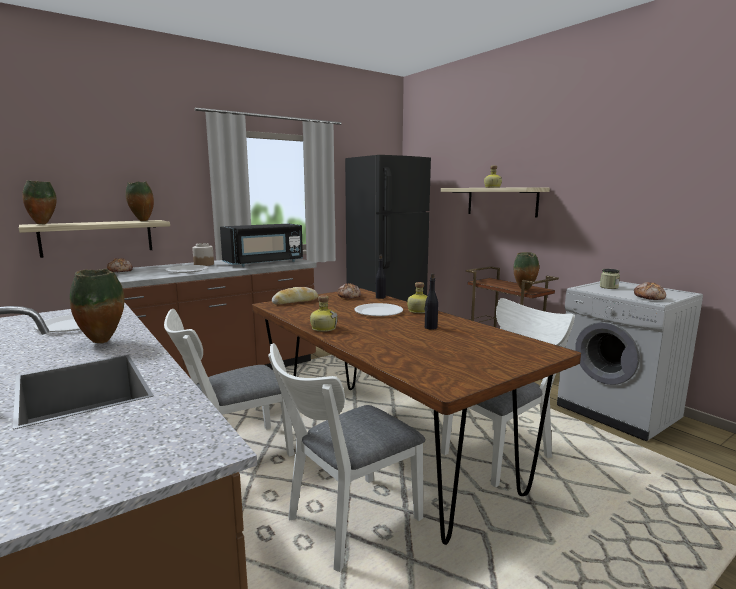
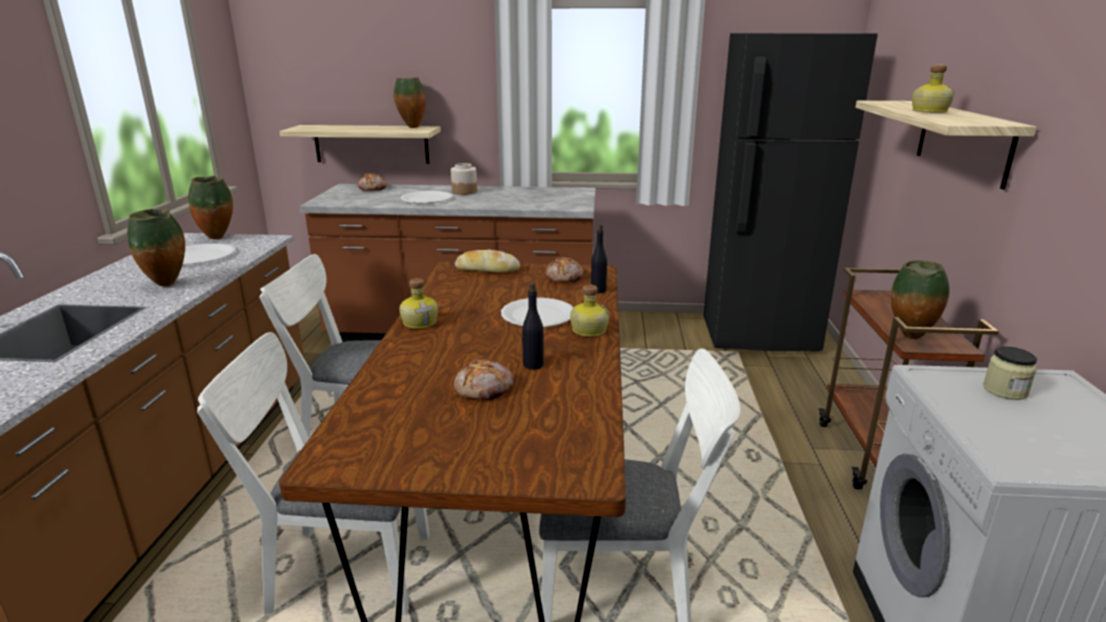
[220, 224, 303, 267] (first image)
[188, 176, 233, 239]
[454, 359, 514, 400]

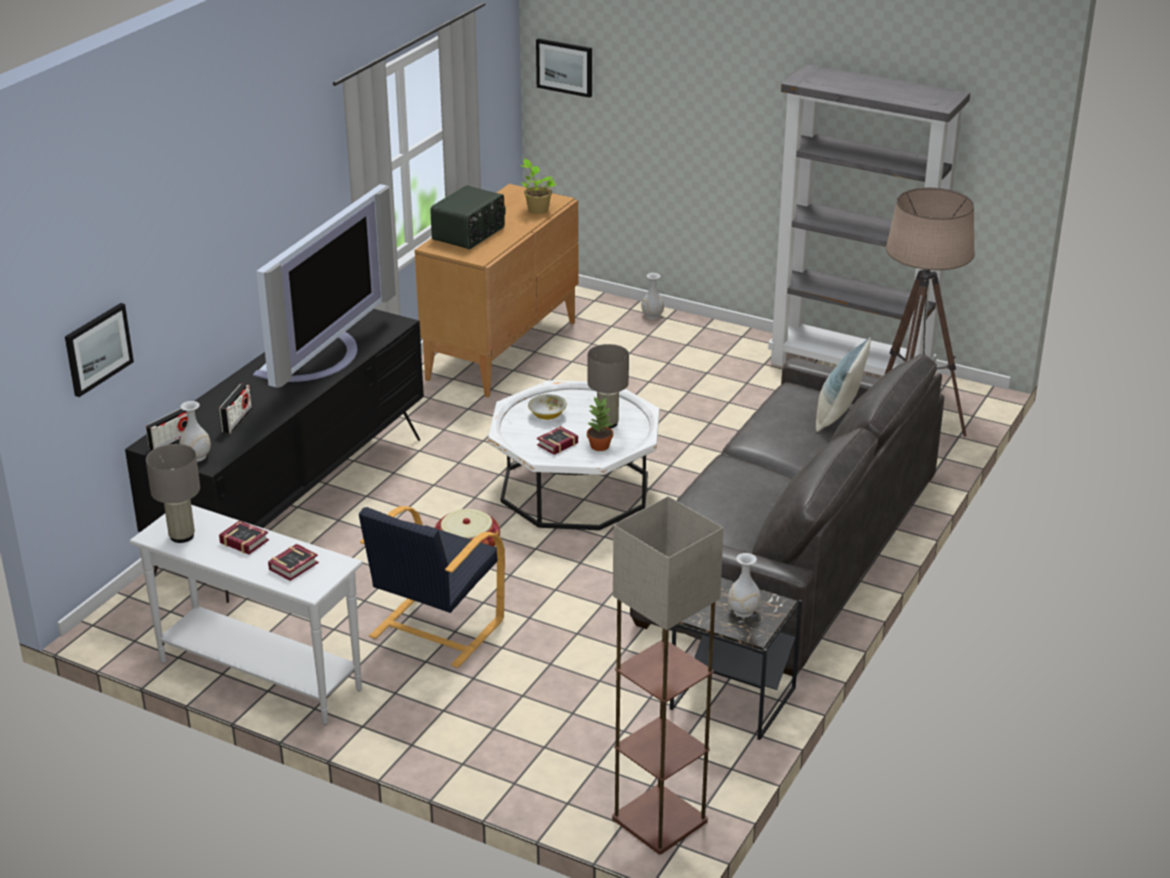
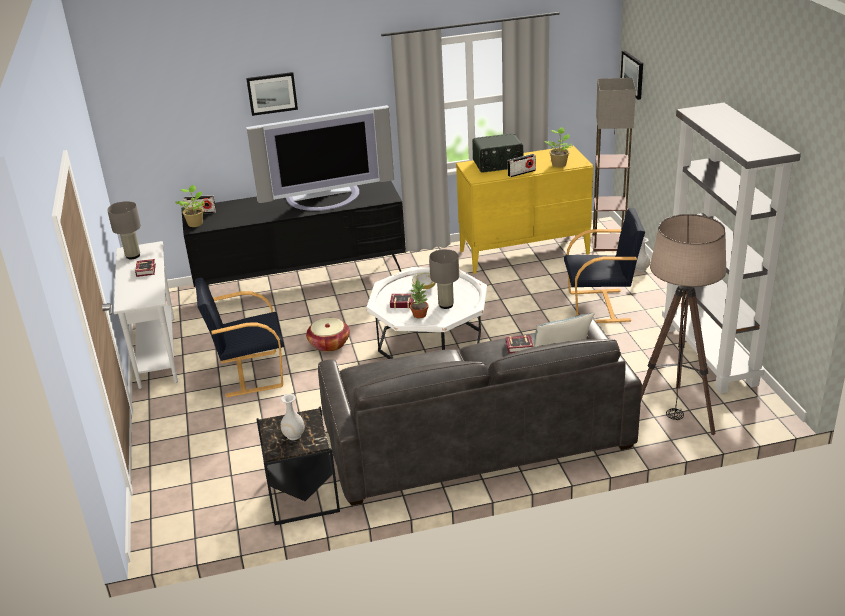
[564, 208, 645, 323]
[246, 72, 298, 116]
[508, 154, 536, 177]
[506, 335, 534, 354]
[592, 78, 636, 251]
[175, 185, 205, 227]
[456, 146, 593, 274]

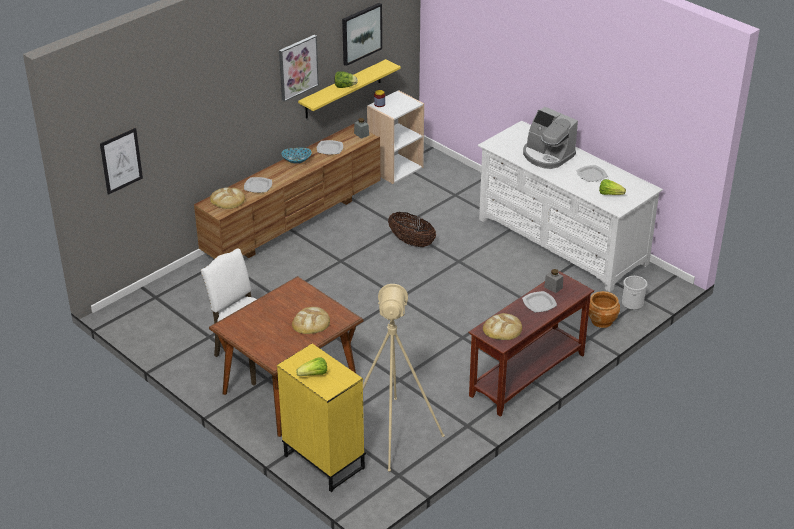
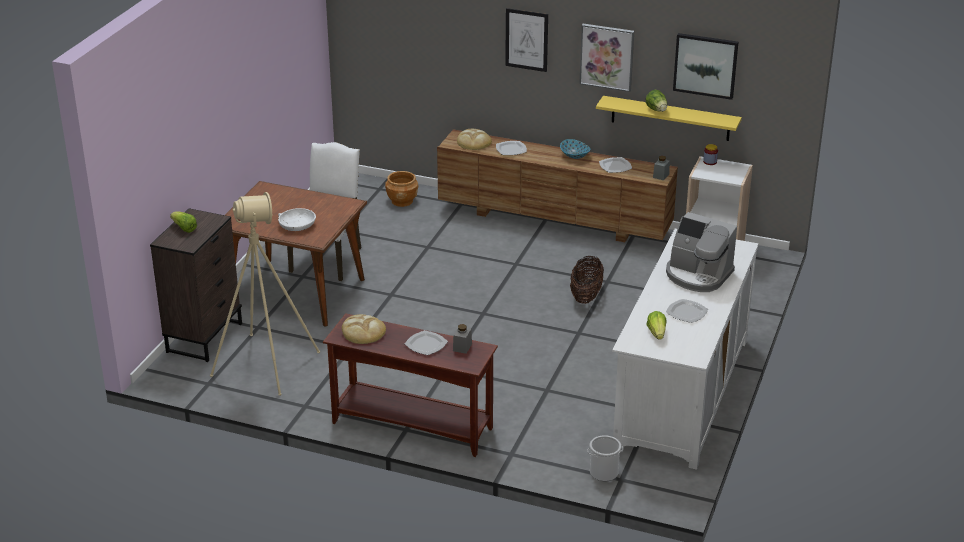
[505, 8, 548, 72]
[385, 171, 418, 207]
[278, 208, 316, 231]
[150, 209, 242, 362]
[666, 212, 737, 292]

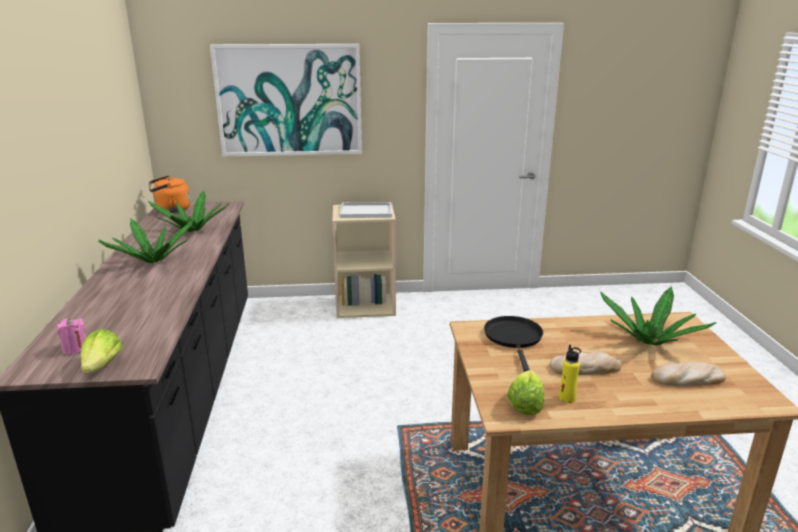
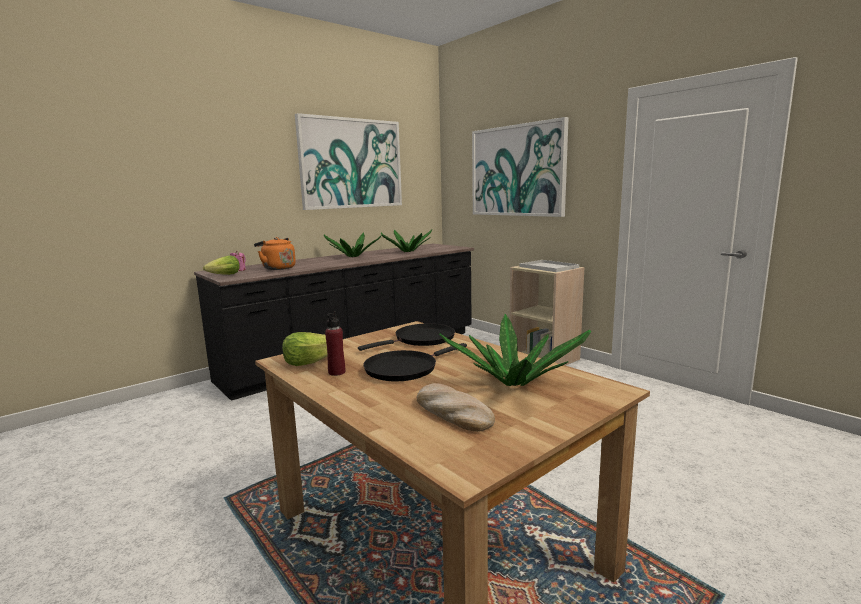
[295, 113, 402, 210]
[254, 237, 296, 270]
[363, 343, 467, 381]
[325, 311, 345, 376]

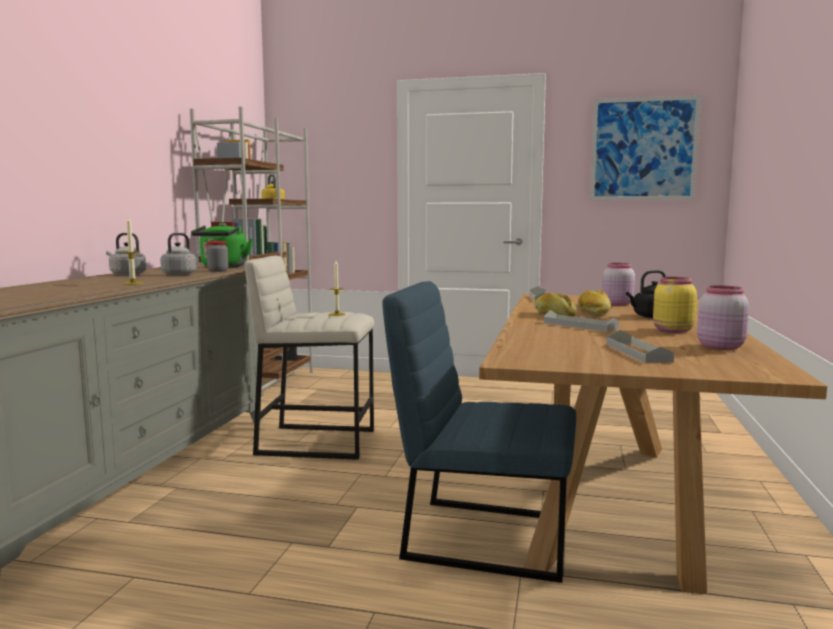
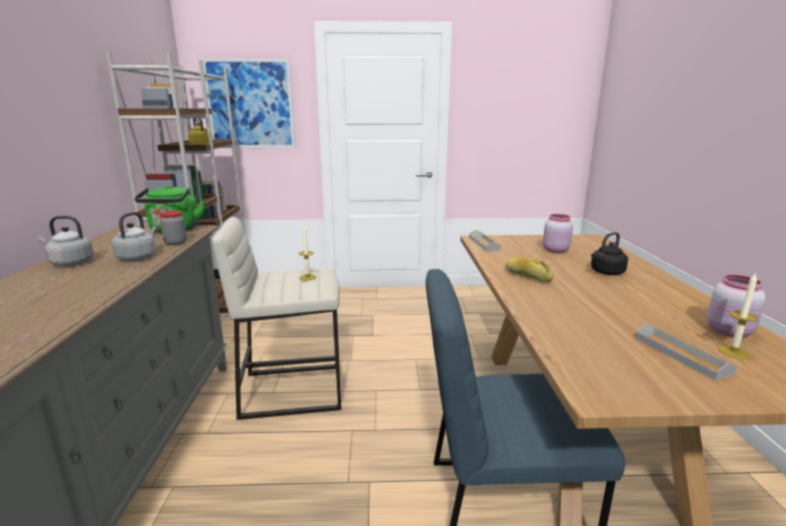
[544, 310, 619, 332] (first image)
[578, 290, 611, 315] (first image)
[653, 277, 697, 333] (first image)
[718, 272, 758, 359]
[201, 58, 296, 148]

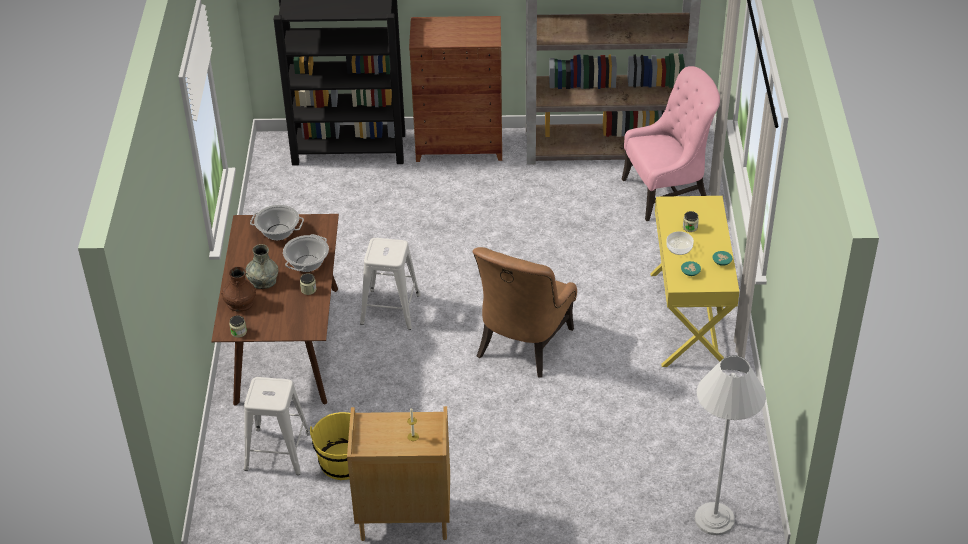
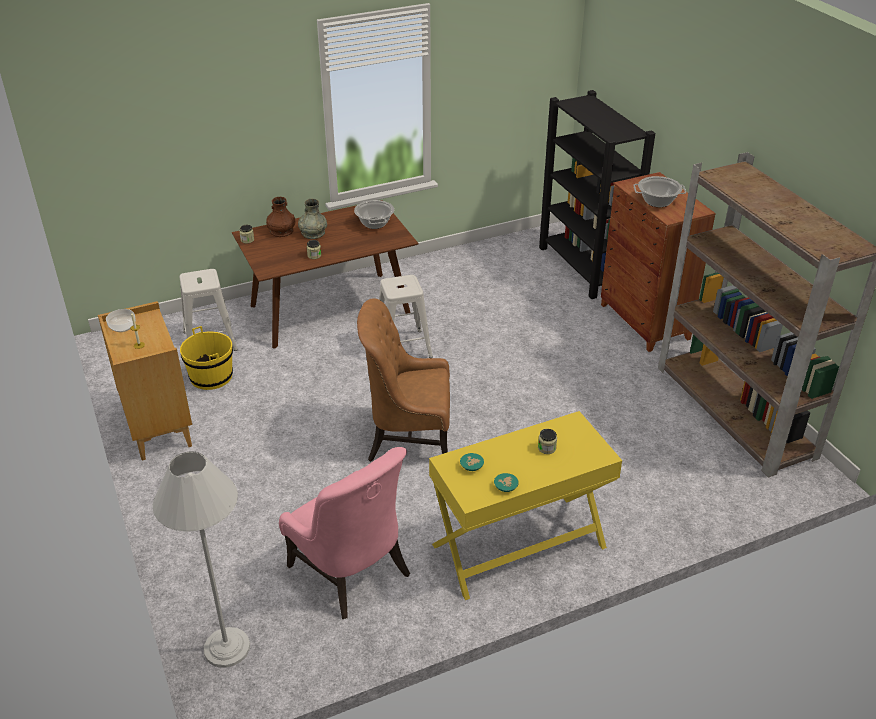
[634, 176, 686, 207]
[279, 447, 410, 619]
[106, 309, 136, 332]

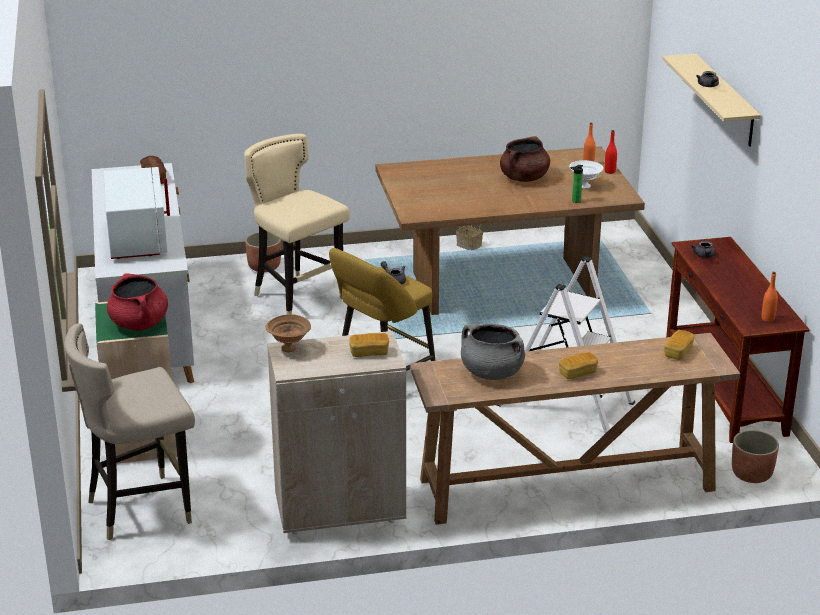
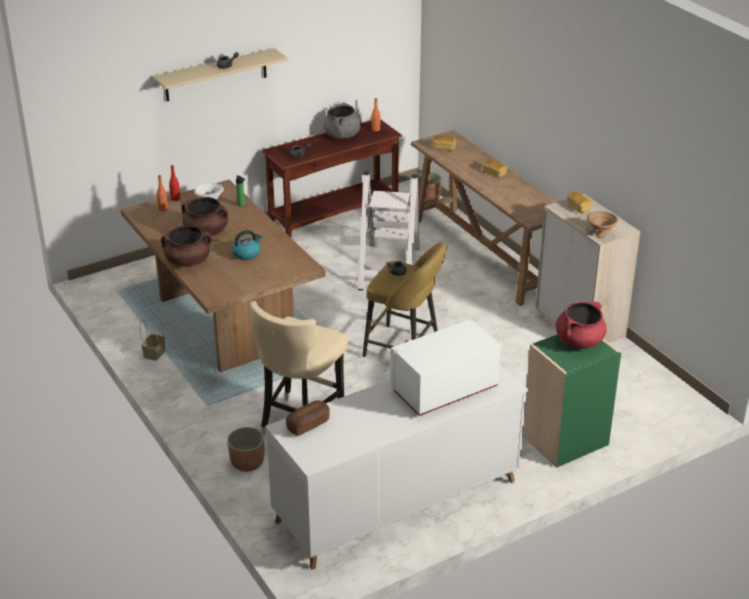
[64, 323, 195, 540] (first image)
[161, 225, 212, 267]
[232, 230, 262, 260]
[323, 102, 361, 139]

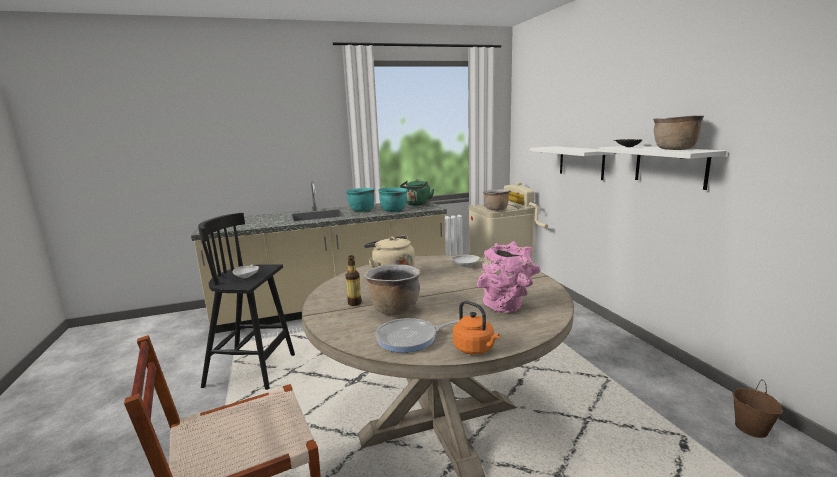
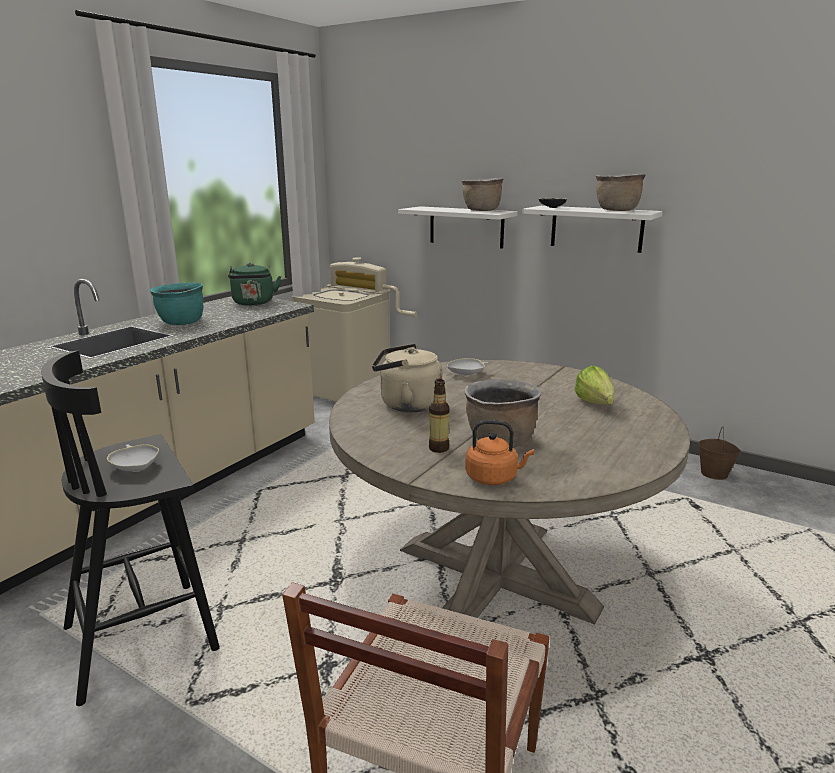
[375, 318, 460, 353] (first image)
[378, 187, 408, 212] (first image)
[465, 420, 534, 485]
[461, 178, 503, 211]
[574, 365, 614, 405]

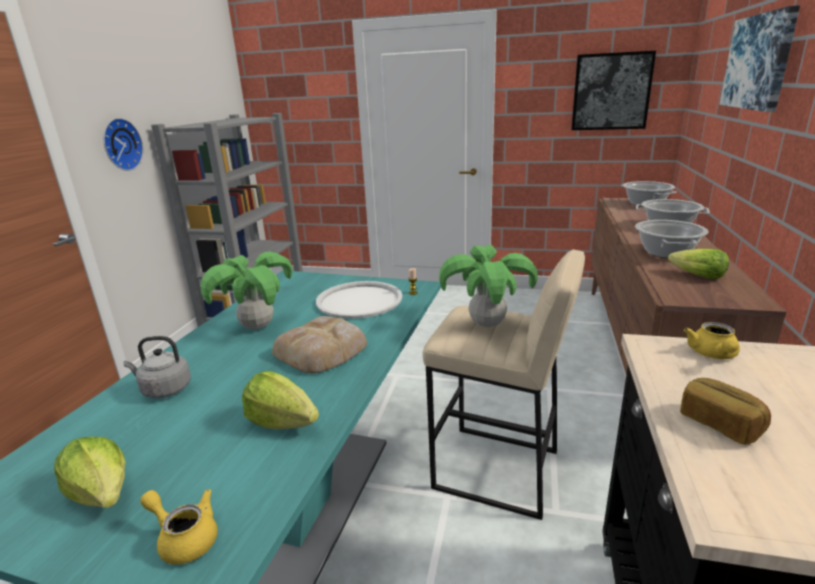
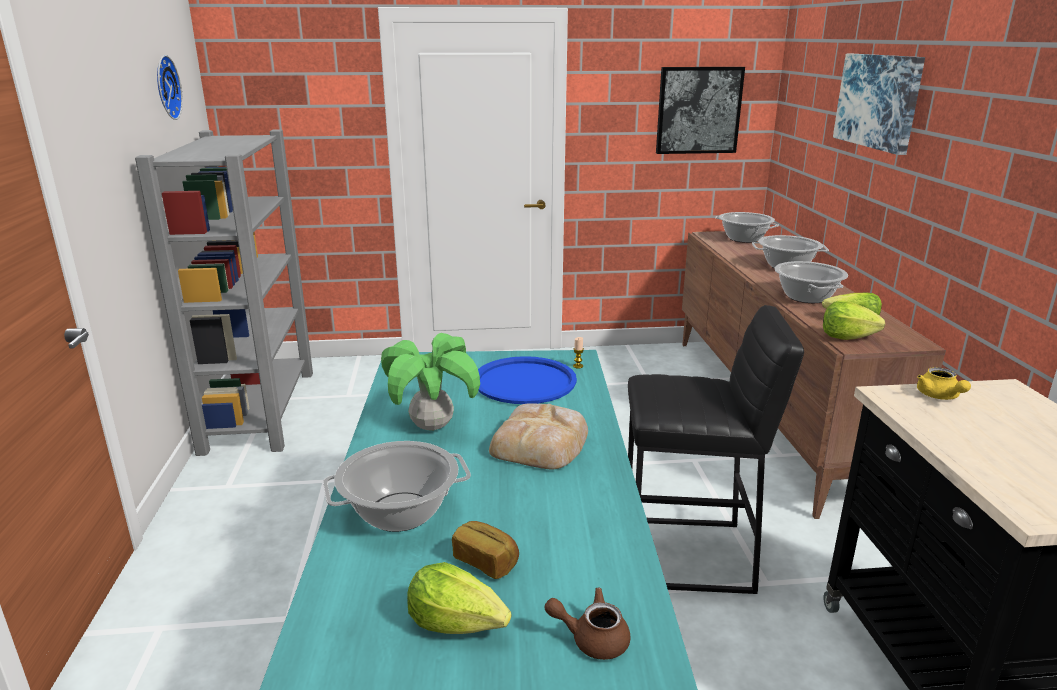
[439, 245, 538, 327] (first image)
[157, 55, 183, 120]
[823, 301, 885, 340]
[452, 521, 519, 579]
[323, 441, 471, 532]
[545, 588, 630, 660]
[478, 356, 577, 404]
[628, 305, 804, 594]

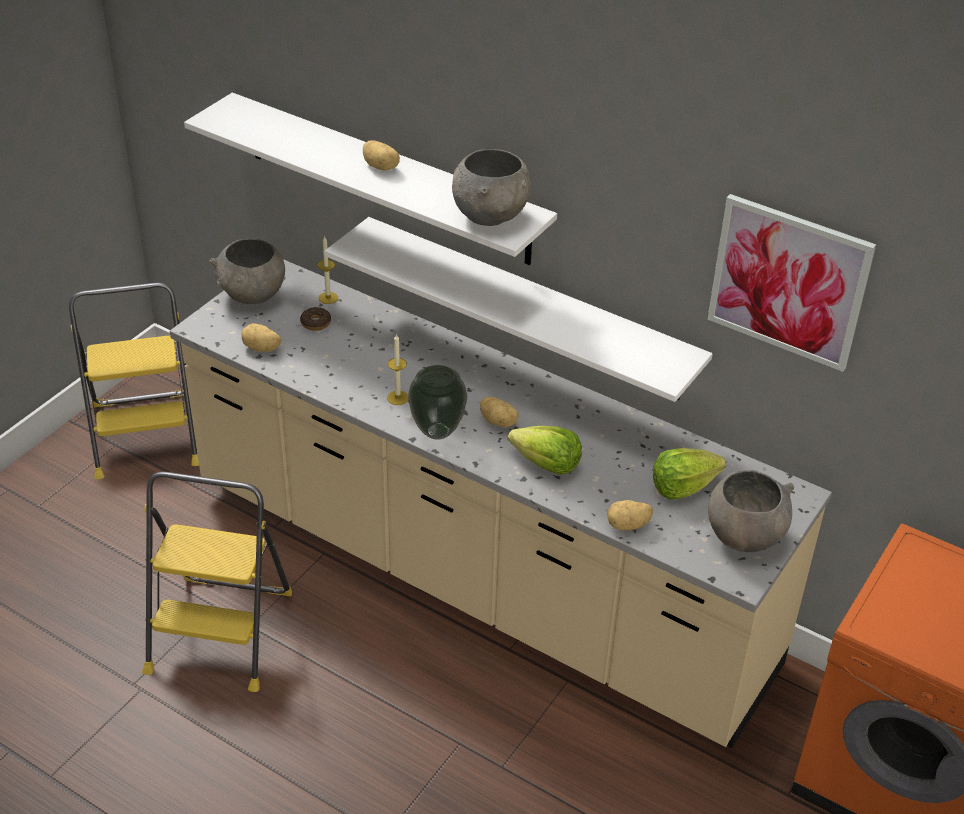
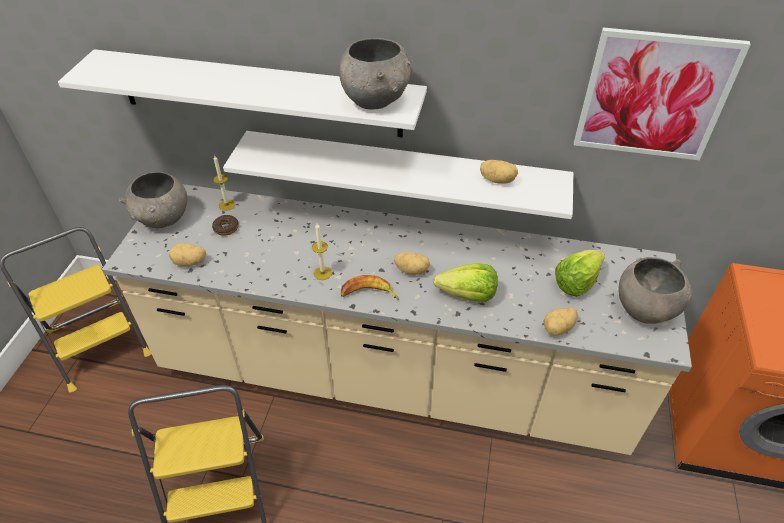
[480, 160, 518, 183]
[341, 275, 399, 299]

